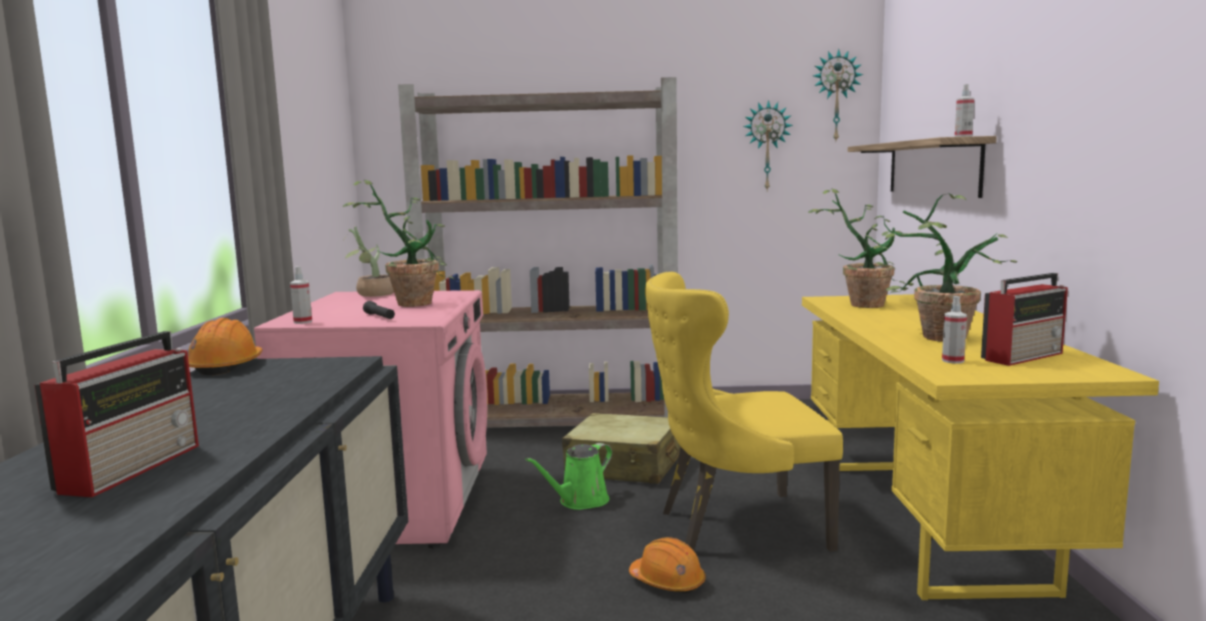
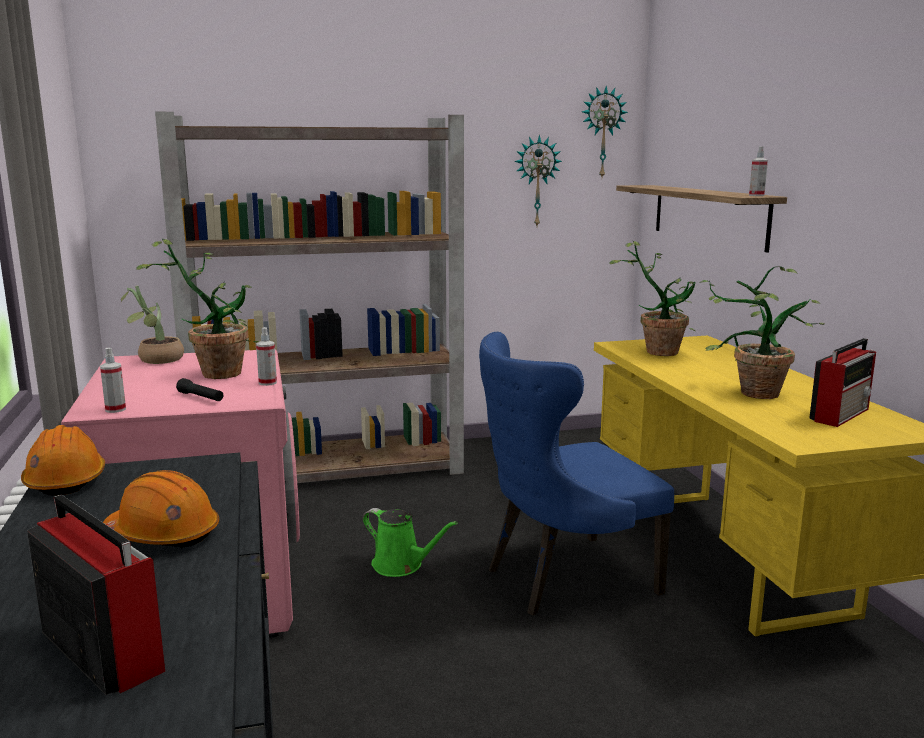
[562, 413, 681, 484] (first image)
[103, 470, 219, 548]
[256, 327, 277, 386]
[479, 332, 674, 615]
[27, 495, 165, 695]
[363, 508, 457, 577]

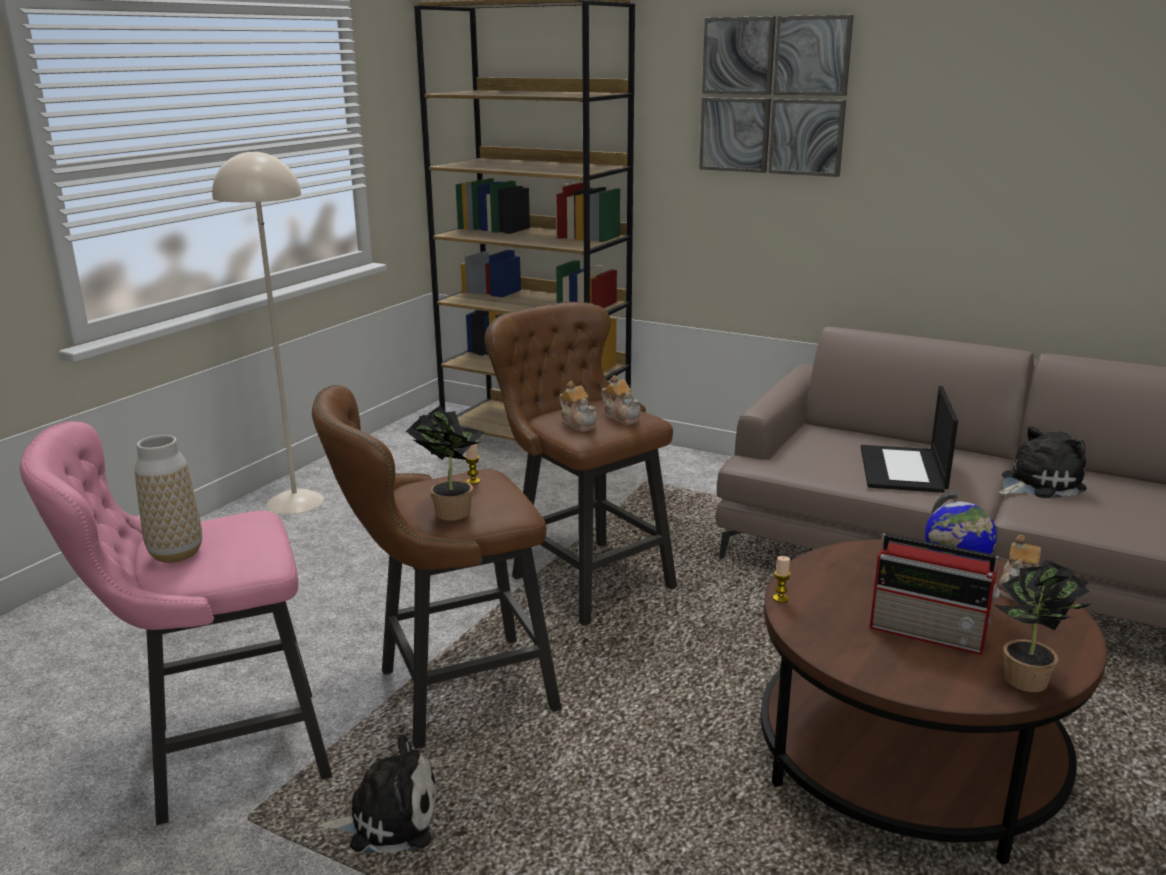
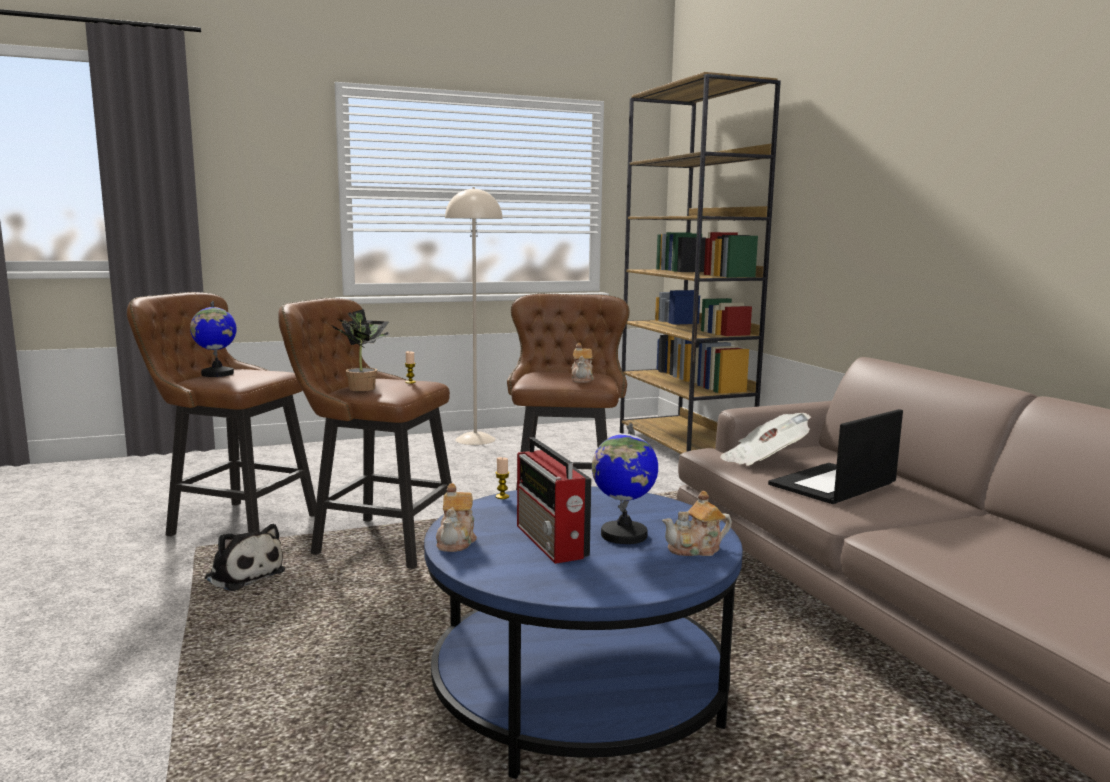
[699, 15, 854, 177] (first image)
[993, 560, 1091, 692] (first image)
[999, 426, 1087, 498] (first image)
[720, 413, 811, 466]
[436, 483, 477, 552]
[190, 301, 237, 377]
[127, 292, 316, 536]
[424, 486, 743, 779]

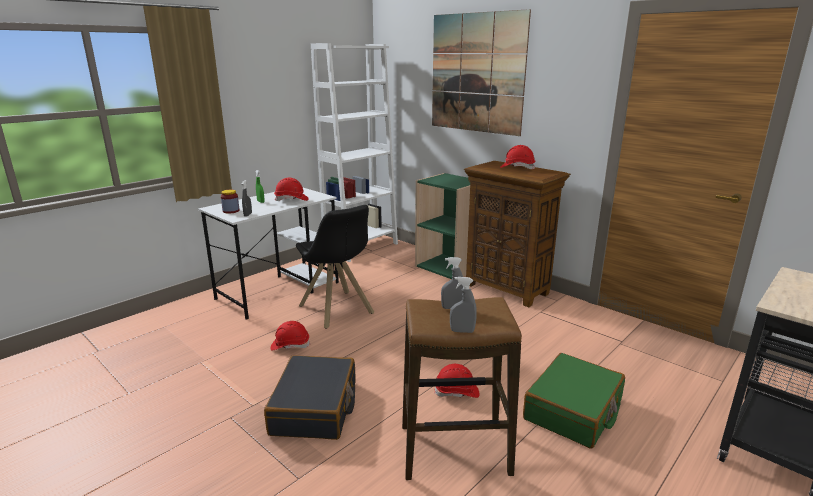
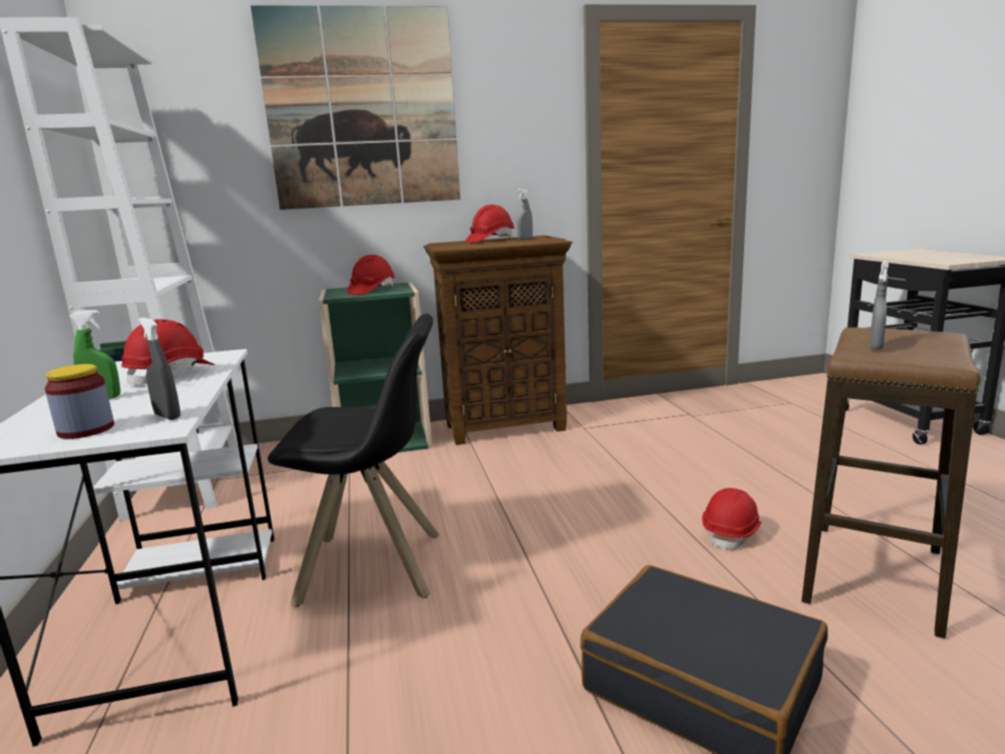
[523, 353, 625, 448] (first image)
[347, 255, 395, 295]
[517, 188, 533, 240]

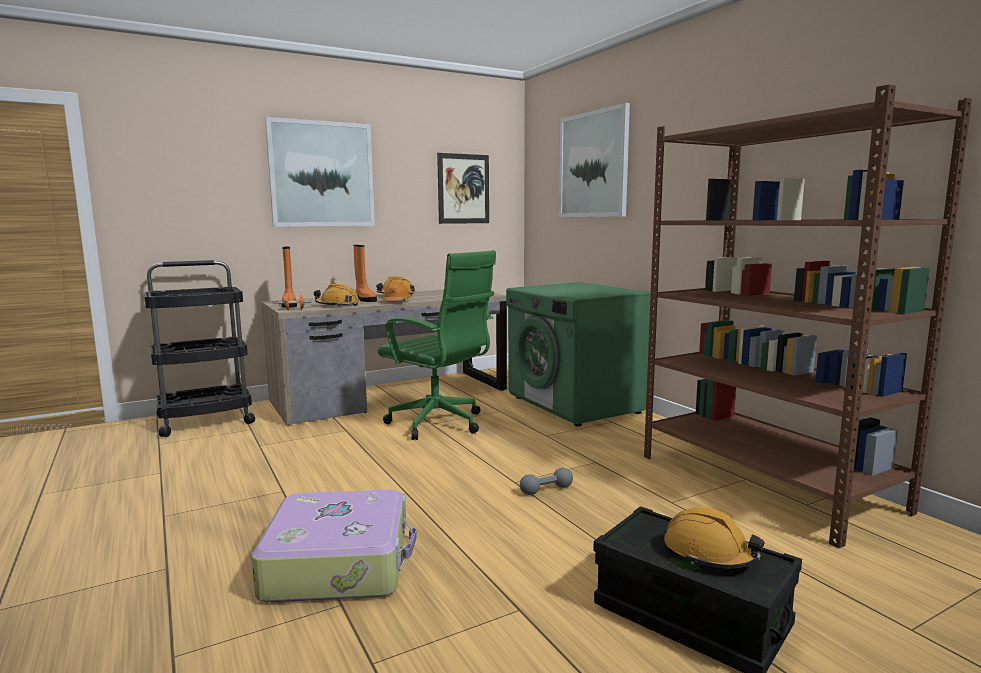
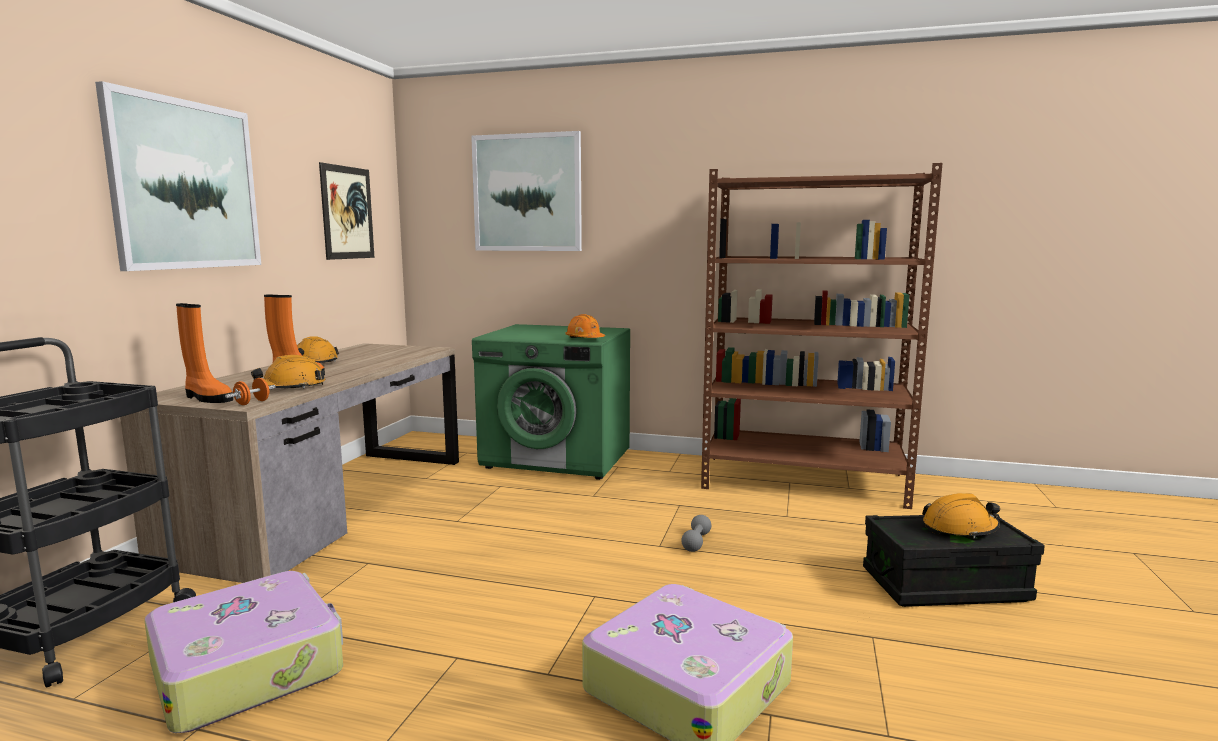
[378, 250, 496, 440] (first image)
[144, 571, 343, 733]
[565, 314, 605, 338]

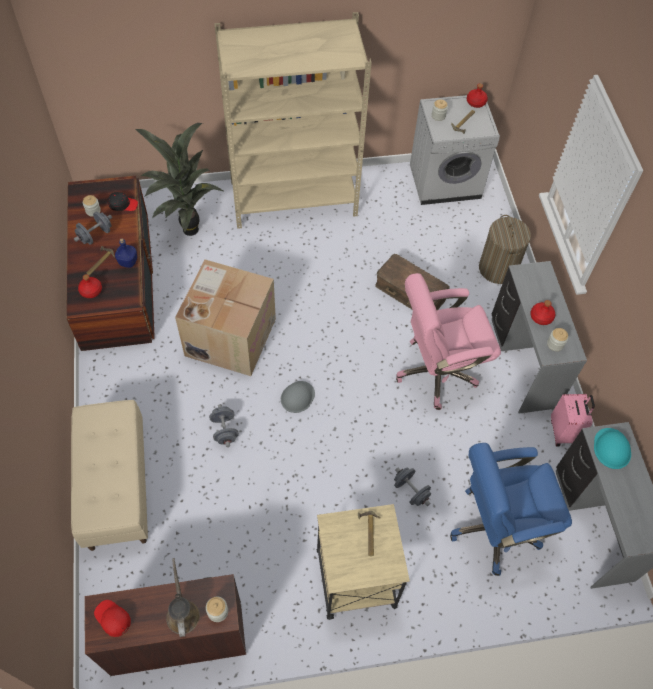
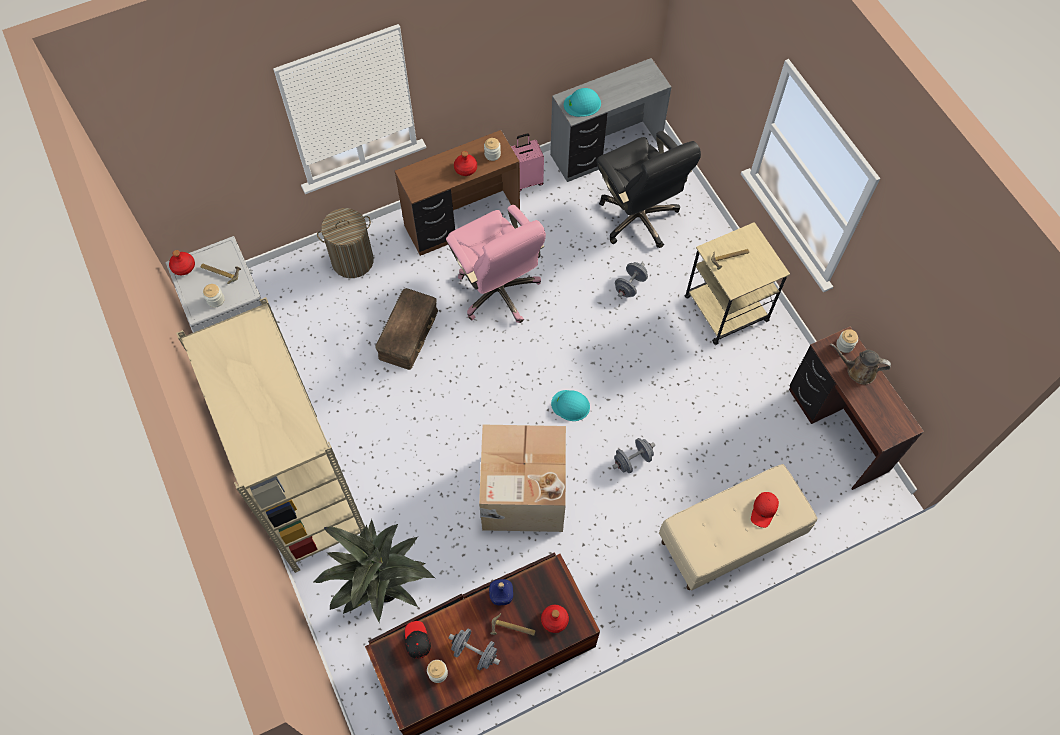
[751, 492, 779, 528]
[551, 390, 590, 421]
[596, 131, 701, 248]
[395, 130, 520, 256]
[830, 343, 891, 385]

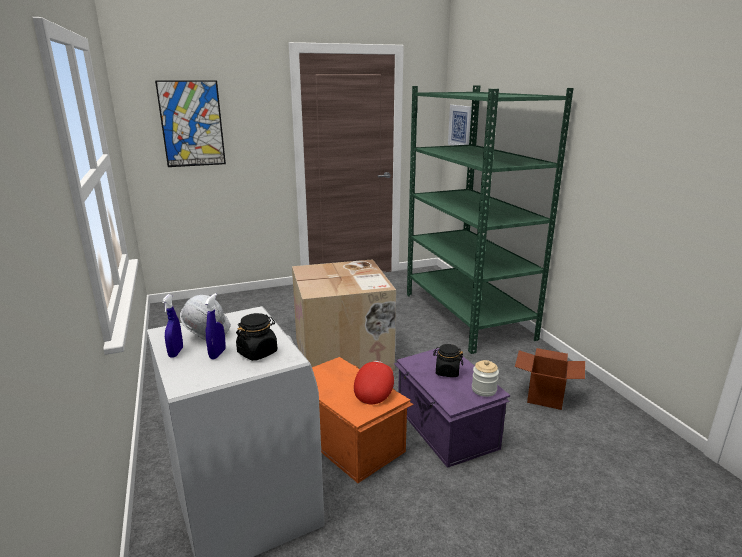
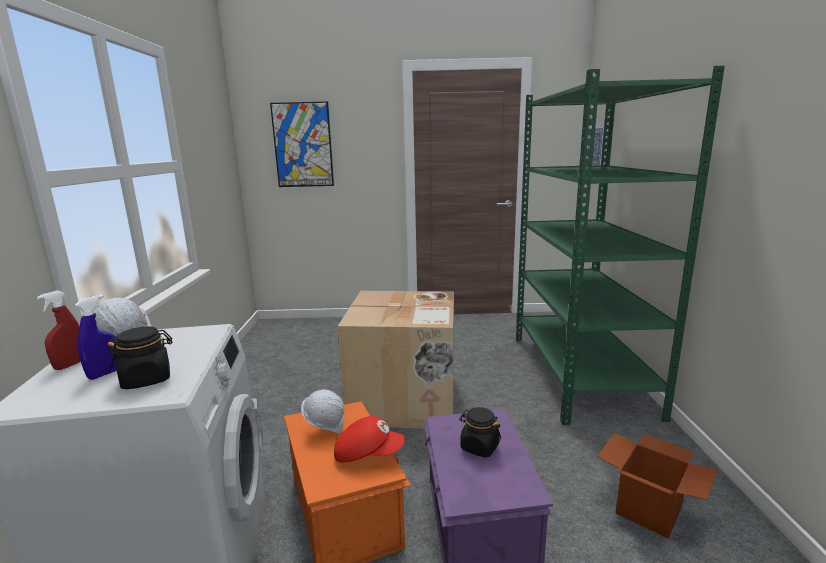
[472, 360, 499, 397] (first image)
[301, 389, 345, 434]
[37, 291, 81, 370]
[334, 416, 405, 462]

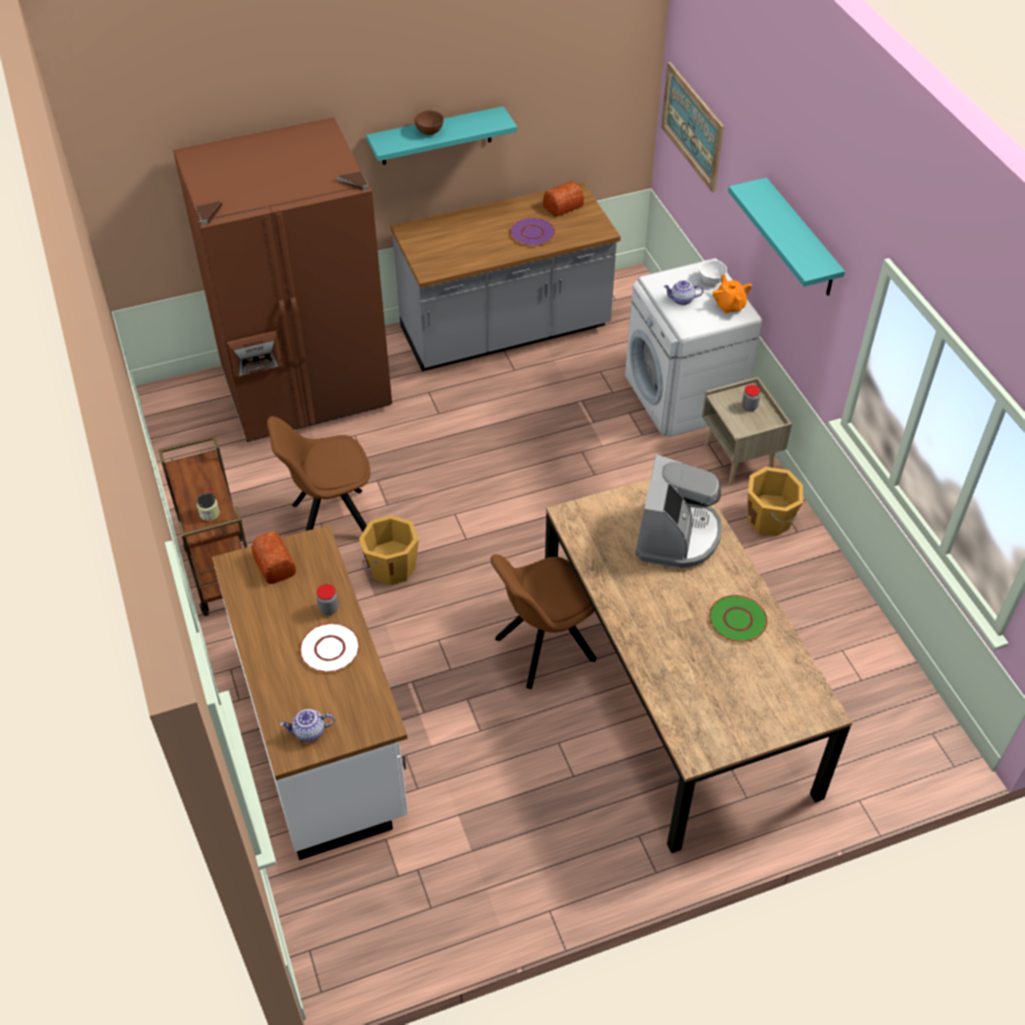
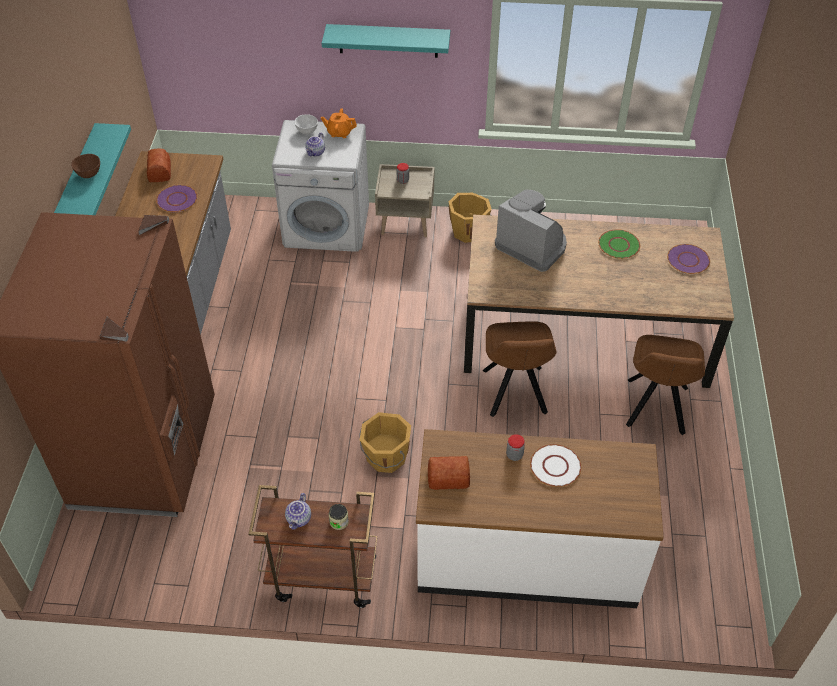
[661, 62, 724, 193] (first image)
[667, 244, 710, 274]
[626, 335, 705, 435]
[285, 493, 311, 530]

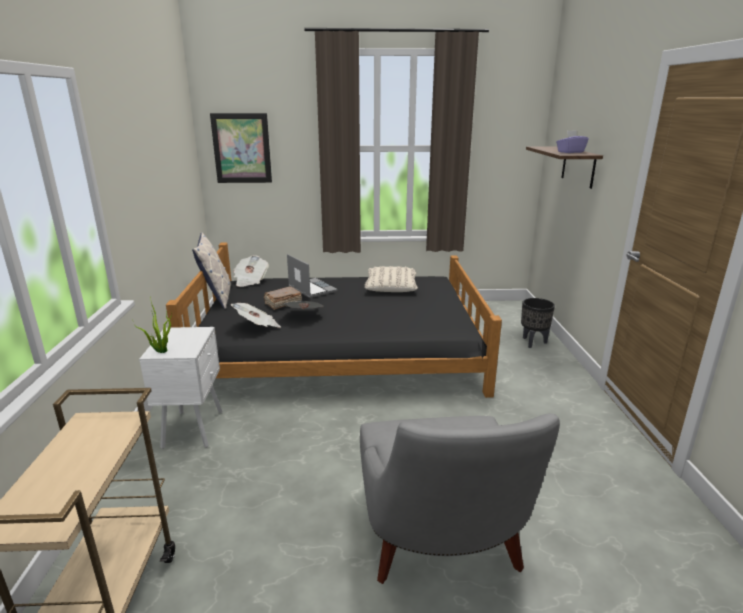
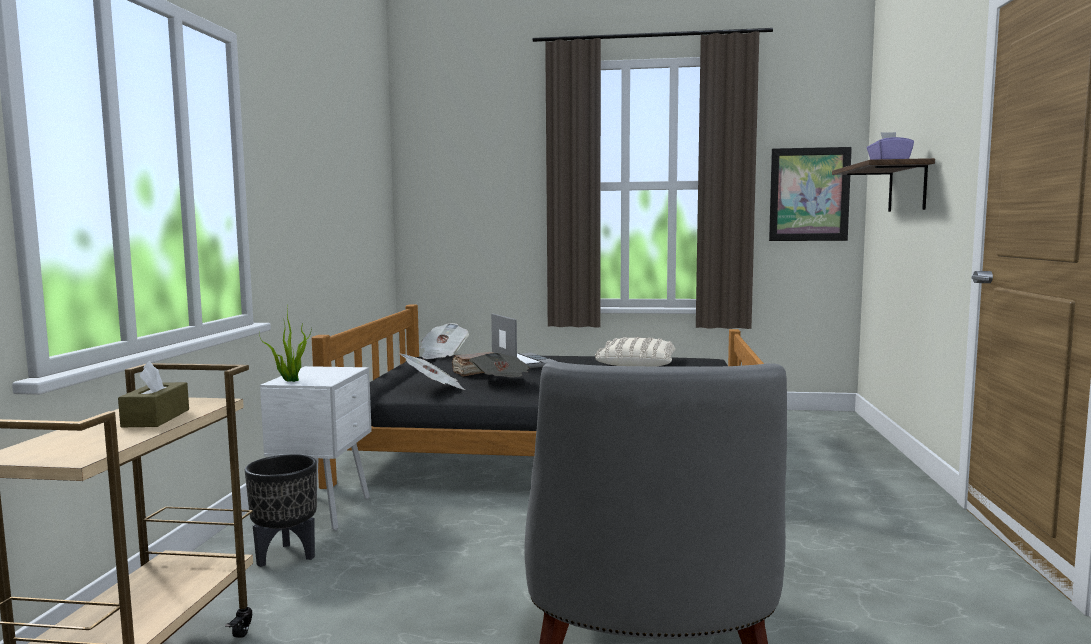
[192, 233, 231, 309] (first image)
[118, 361, 189, 427]
[769, 147, 852, 241]
[245, 454, 317, 567]

